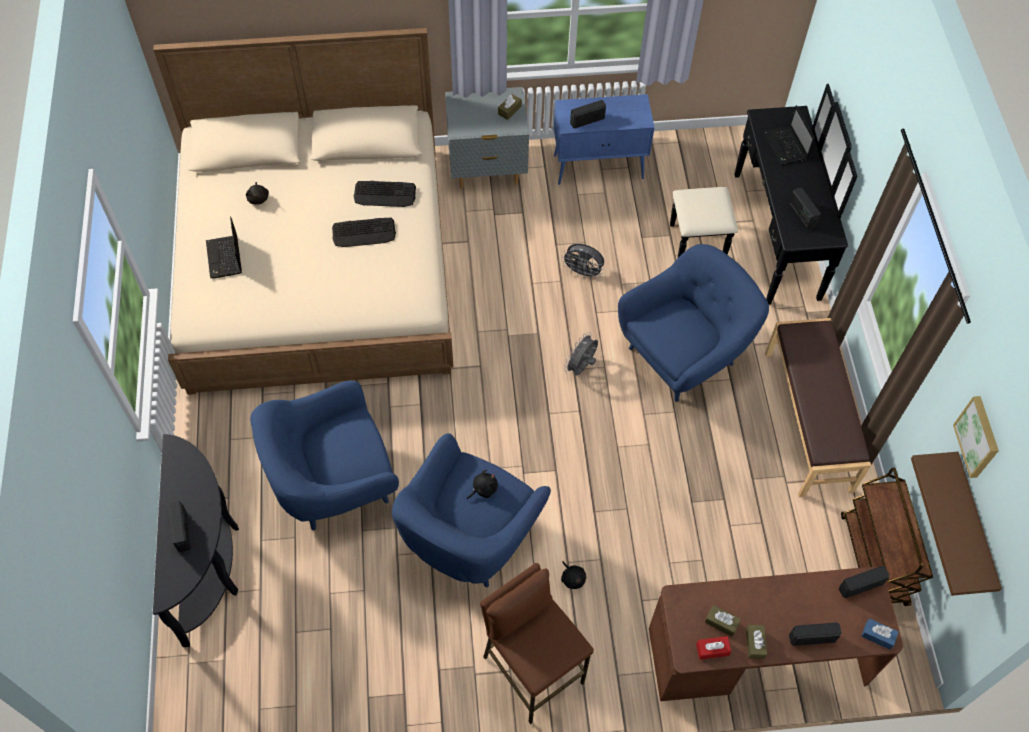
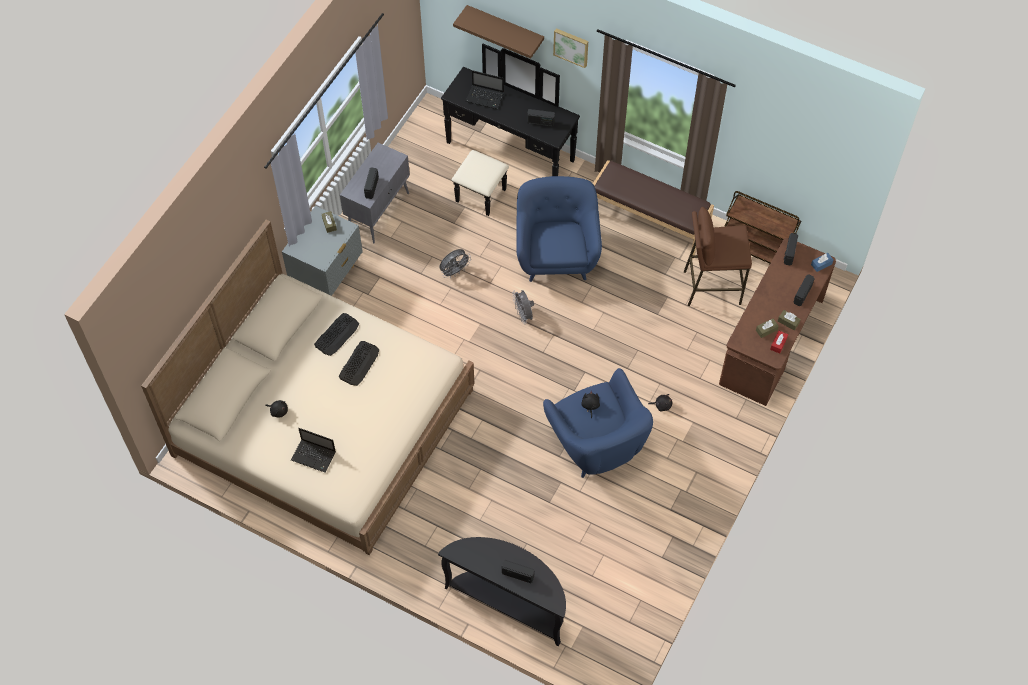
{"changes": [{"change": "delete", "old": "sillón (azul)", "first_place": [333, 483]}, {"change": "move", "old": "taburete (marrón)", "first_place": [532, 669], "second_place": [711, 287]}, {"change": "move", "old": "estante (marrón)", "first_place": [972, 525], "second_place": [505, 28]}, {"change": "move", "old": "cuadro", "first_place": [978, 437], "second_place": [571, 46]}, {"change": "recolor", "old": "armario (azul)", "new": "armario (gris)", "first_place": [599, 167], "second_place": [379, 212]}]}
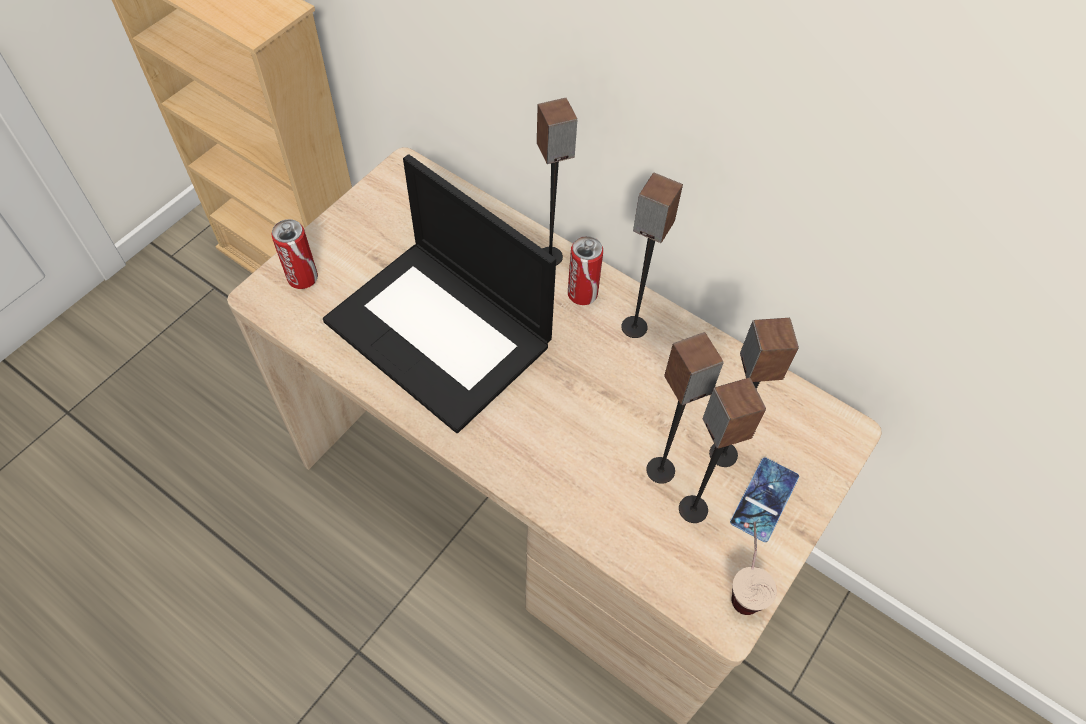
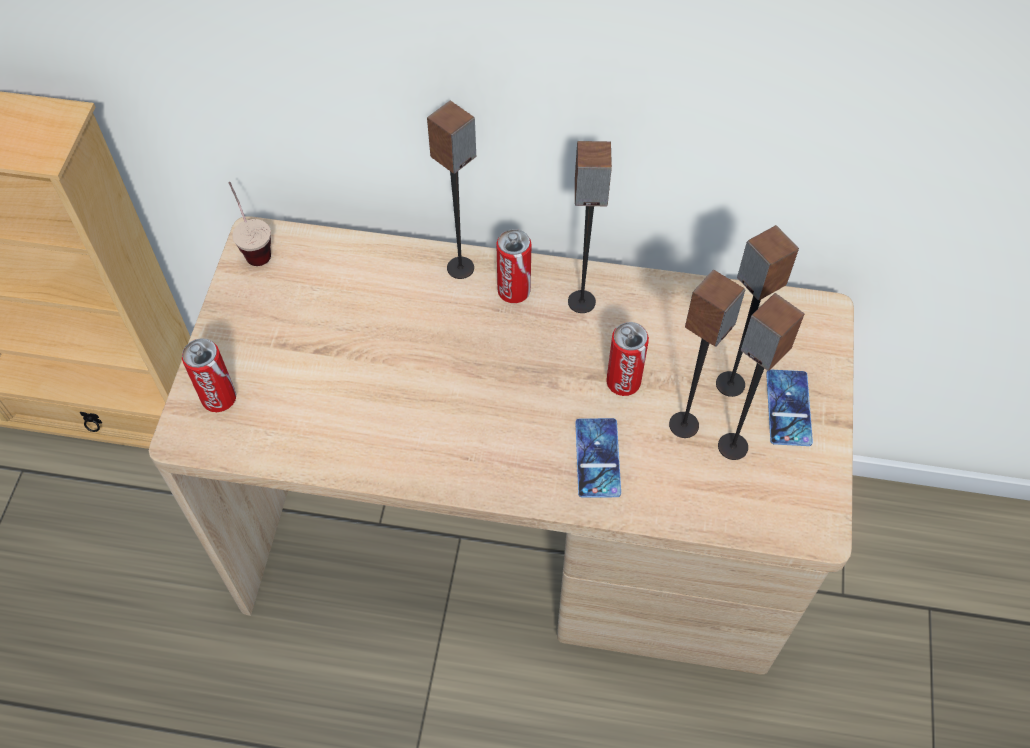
{"changes": [{"change": "delete", "old": "portátil", "first_place": [441, 333]}, {"change": "insert", "new": "móvil", "second_place": [597, 458]}, {"change": "insert", "new": "lata", "second_place": [623, 382]}, {"change": "move", "old": "taza", "first_place": [743, 584], "second_place": [253, 246]}]}
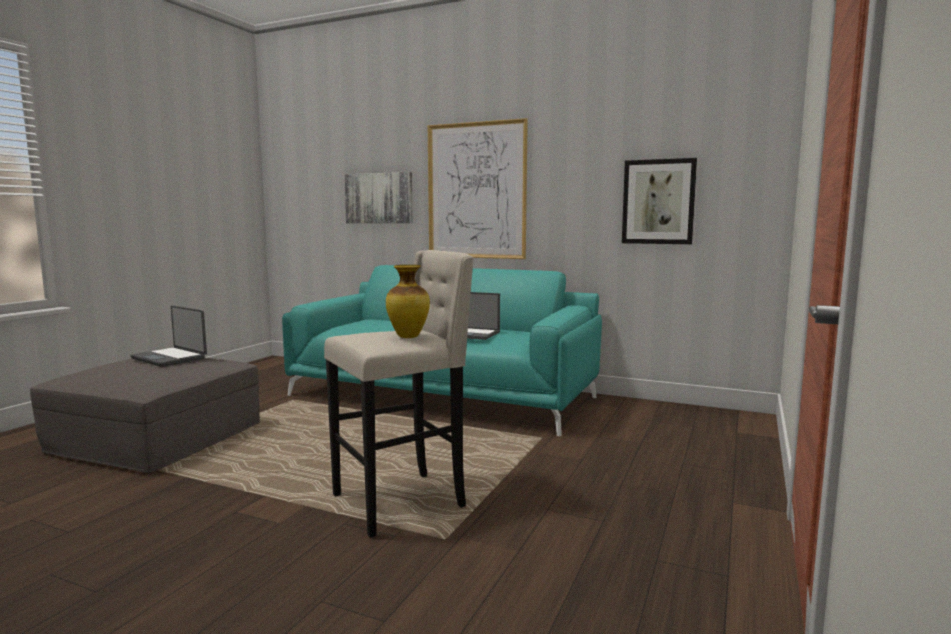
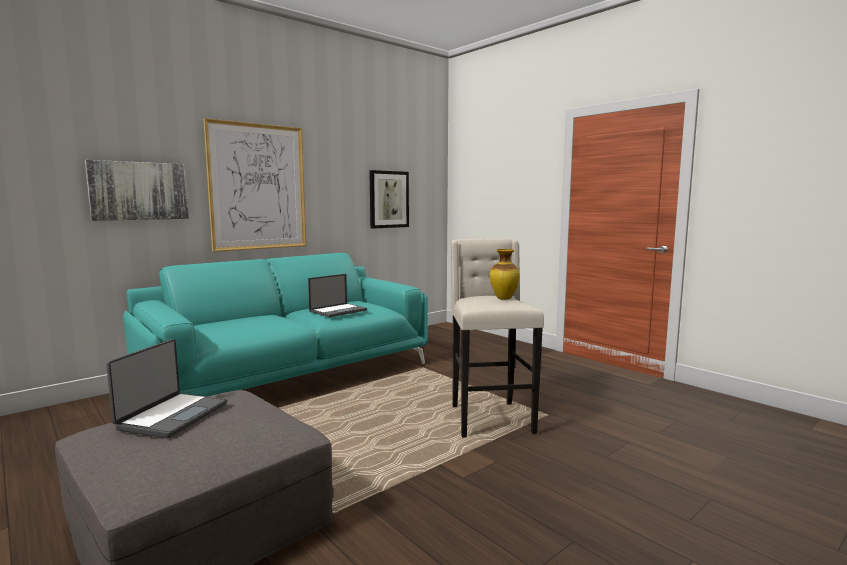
{"changes": [{"change": "rotate", "old": "portátil", "first_place": [170, 358], "second_place": [172, 416], "degrees": -45}]}
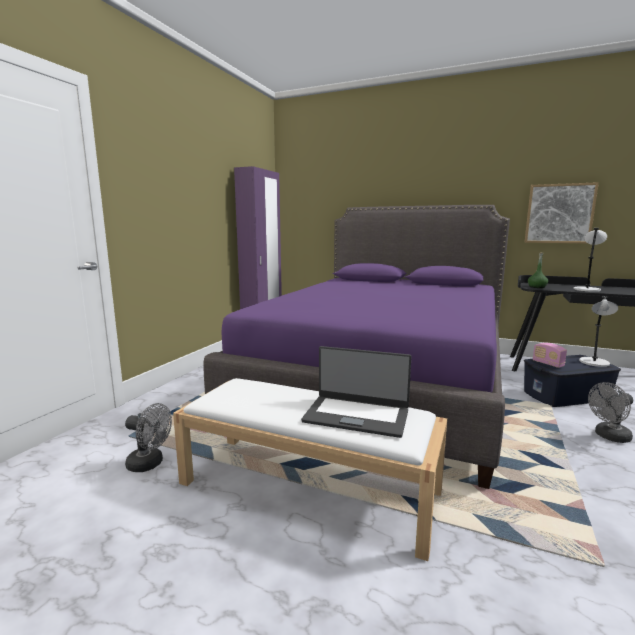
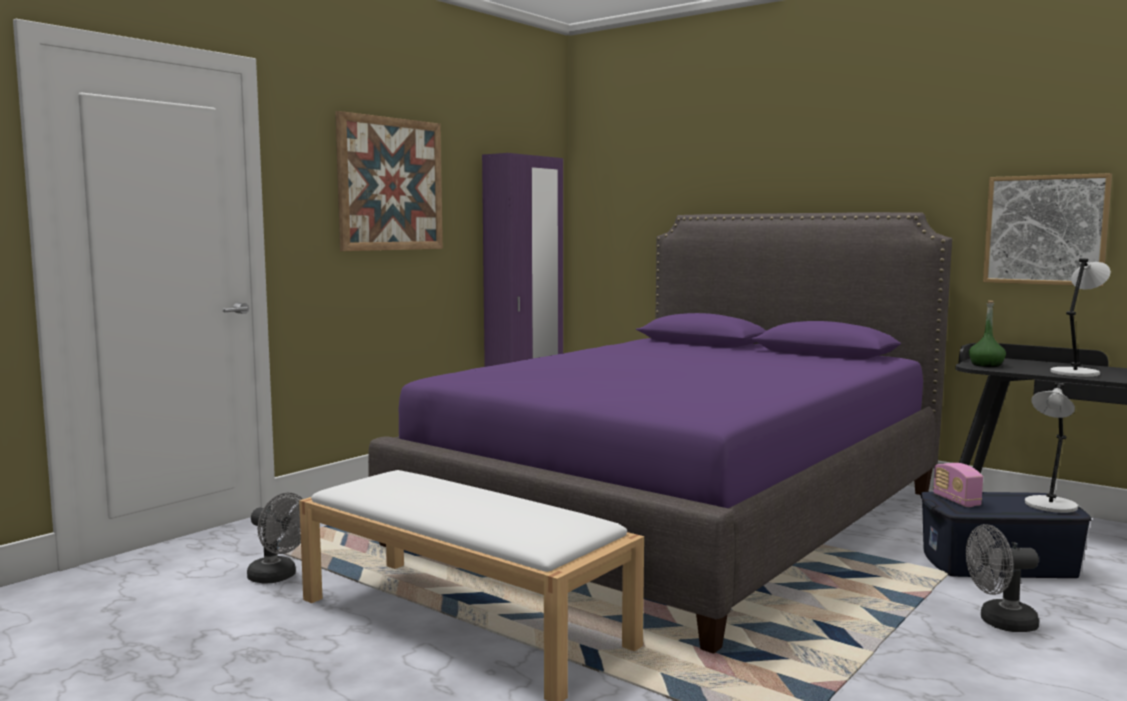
{"changes": [{"change": "delete", "old": "portátil", "first_place": [356, 415]}, {"change": "insert", "new": "cuadro", "second_place": [390, 184]}]}
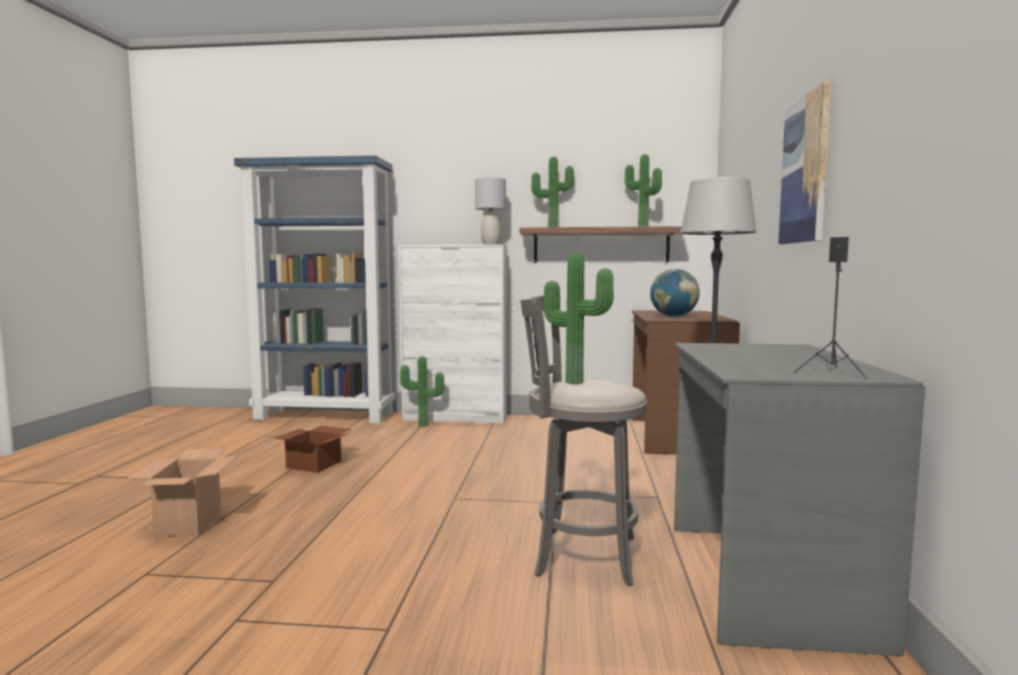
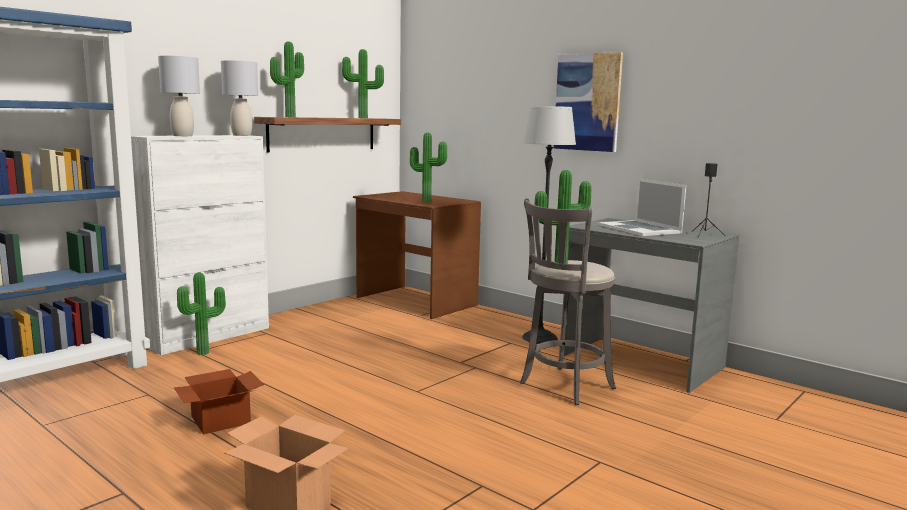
{"changes": [{"change": "insert", "new": "lámpara de mesa (gris)", "second_place": [182, 136]}, {"change": "insert", "new": "portátil", "second_place": [639, 229]}, {"change": "replace", "old": "globo terráqueo", "new": "planta en maceta", "first_place": [673, 317], "second_place": [427, 201]}]}
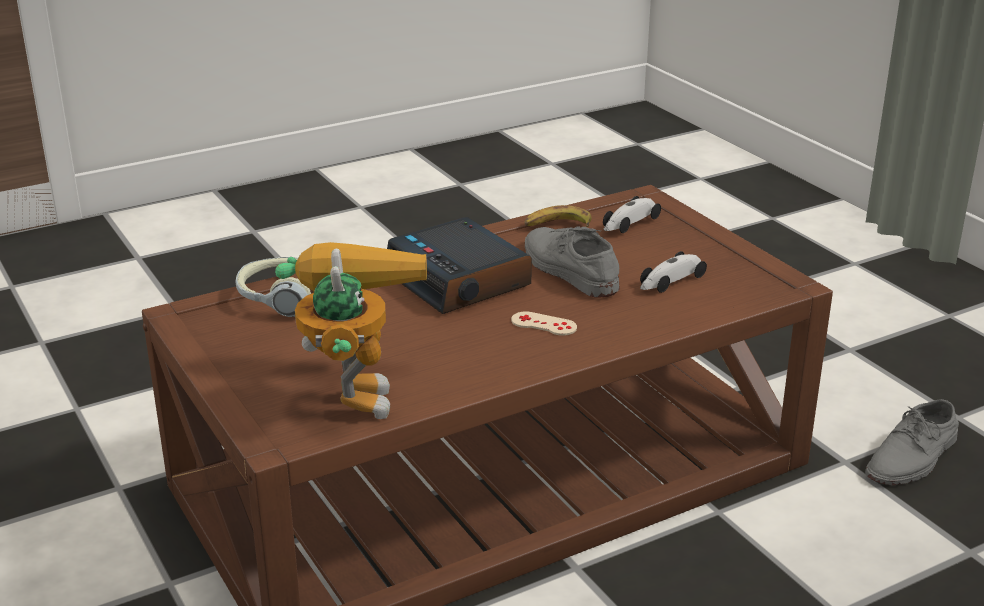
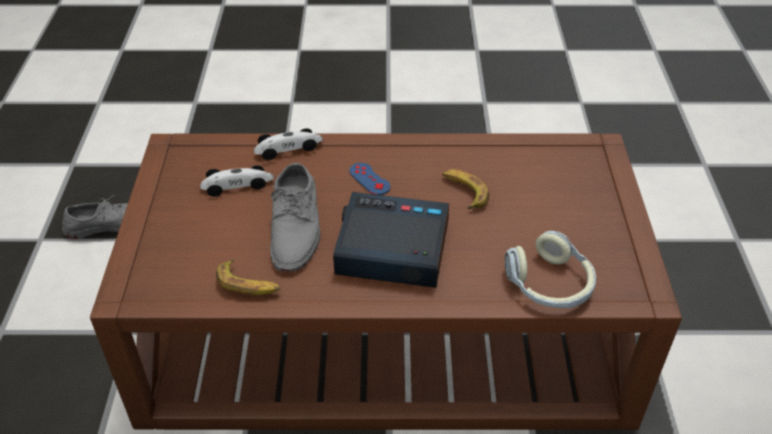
{"changes": [{"change": "delete", "old": "robot de juguete", "first_place": [353, 388]}, {"change": "insert", "new": "plátano", "second_place": [464, 192]}, {"change": "move", "old": "coche de juguete", "first_place": [629, 222], "second_place": [289, 148]}, {"change": "recolor", "old": "mando de consola (beis)", "new": "mando de consola (azul)", "first_place": [543, 324], "second_place": [369, 179]}, {"change": "rotate", "old": "despertador", "first_place": [459, 280], "second_place": [391, 249], "degrees": -75}]}
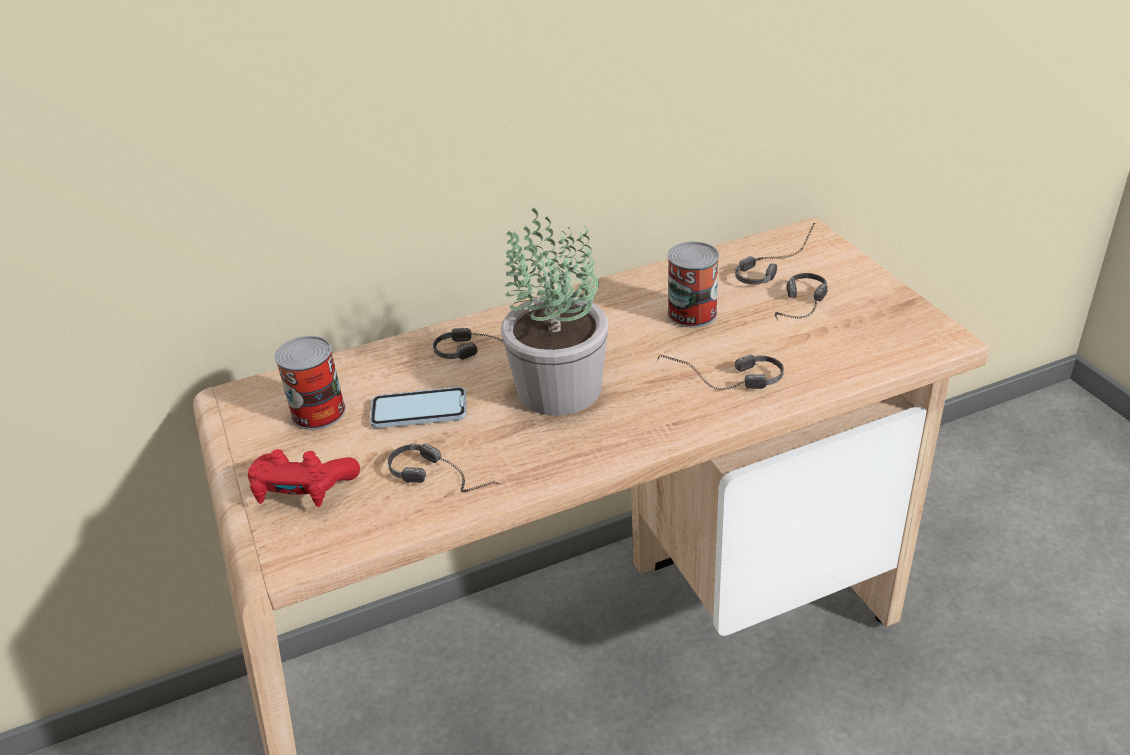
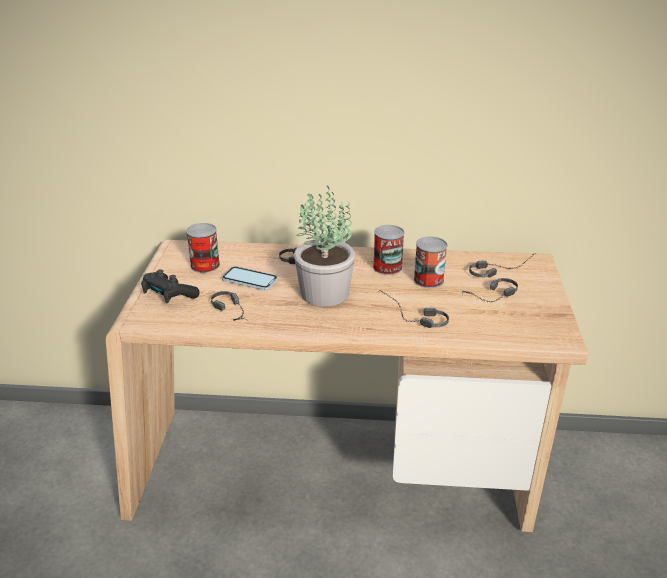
{"changes": [{"change": "insert", "new": "lata", "second_place": [387, 267]}, {"change": "recolor", "old": "mando de consola (rojo)", "new": "mando de consola (negro)", "first_place": [303, 490], "second_place": [169, 295]}]}
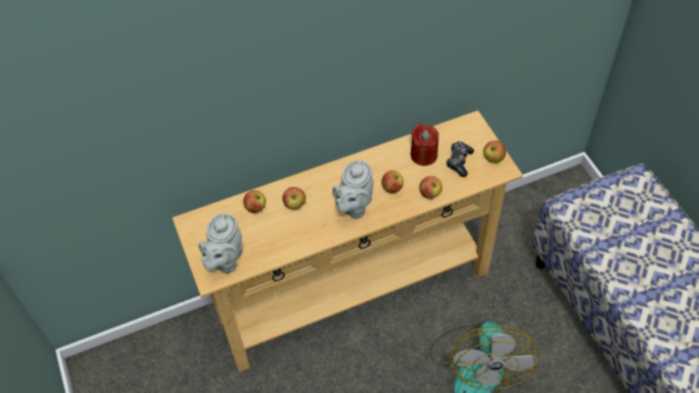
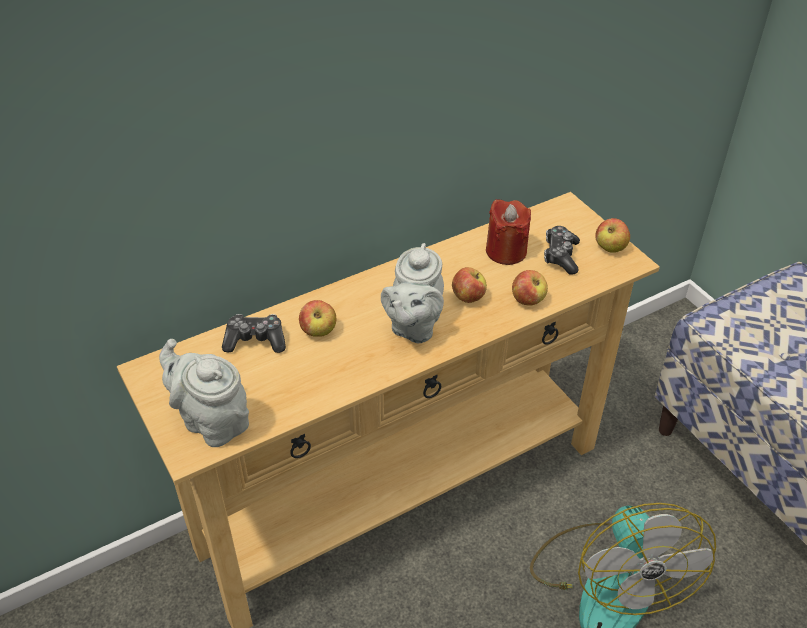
{"changes": [{"change": "replace", "old": "manzana", "new": "mando de consola", "first_place": [255, 207], "second_place": [255, 340]}, {"change": "rotate", "old": "tetera (gris)", "first_place": [225, 260], "second_place": [212, 421], "degrees": 120}]}
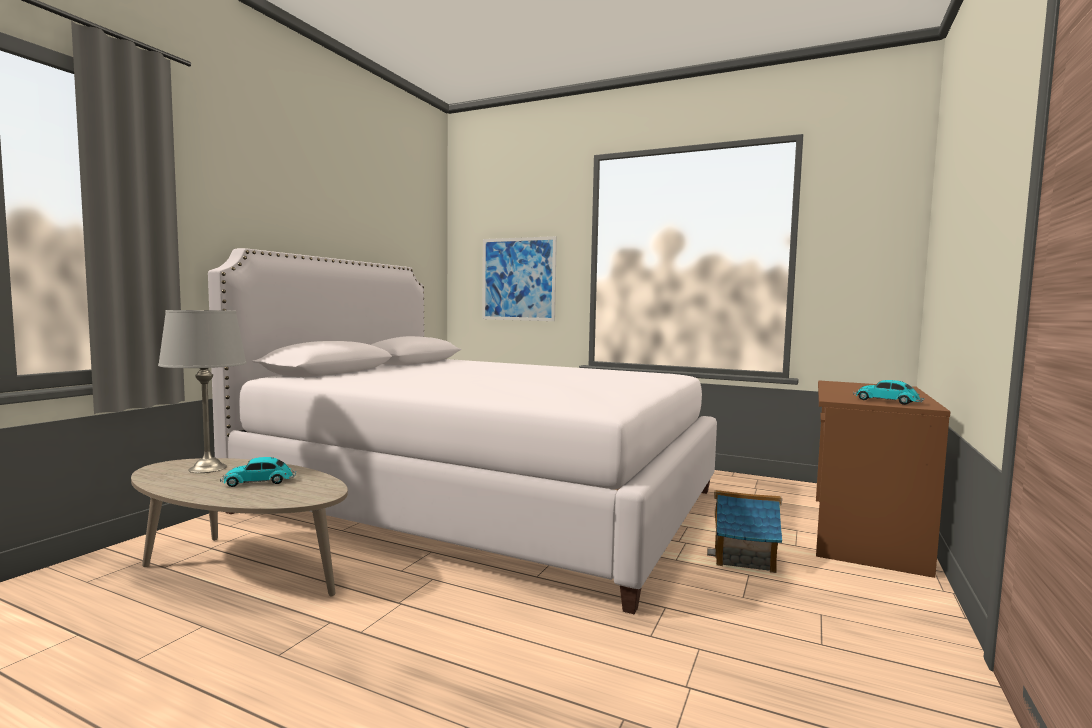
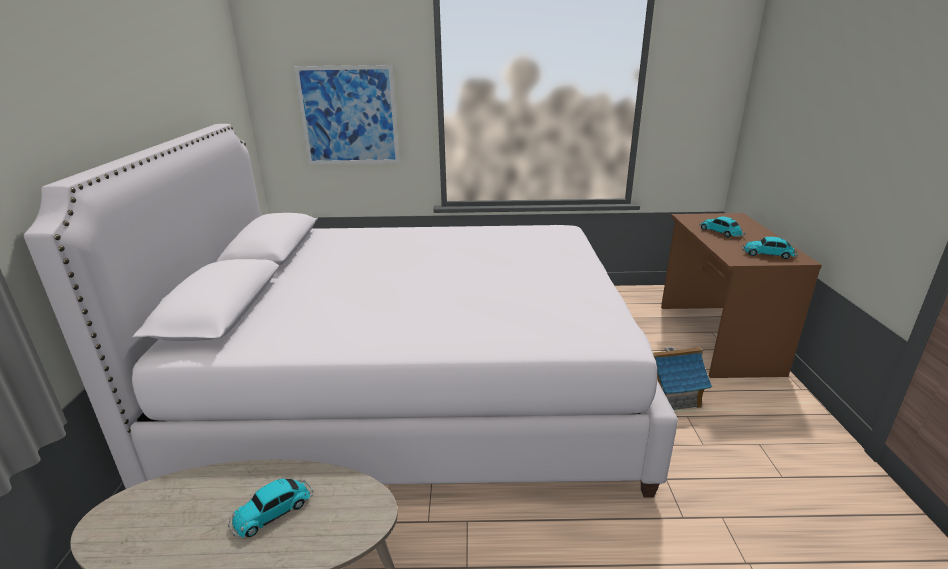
{"changes": [{"change": "delete", "old": "lámpara de mesa (gris)", "first_place": [207, 468]}, {"change": "insert", "new": "coche de juguete", "second_place": [721, 232]}]}
